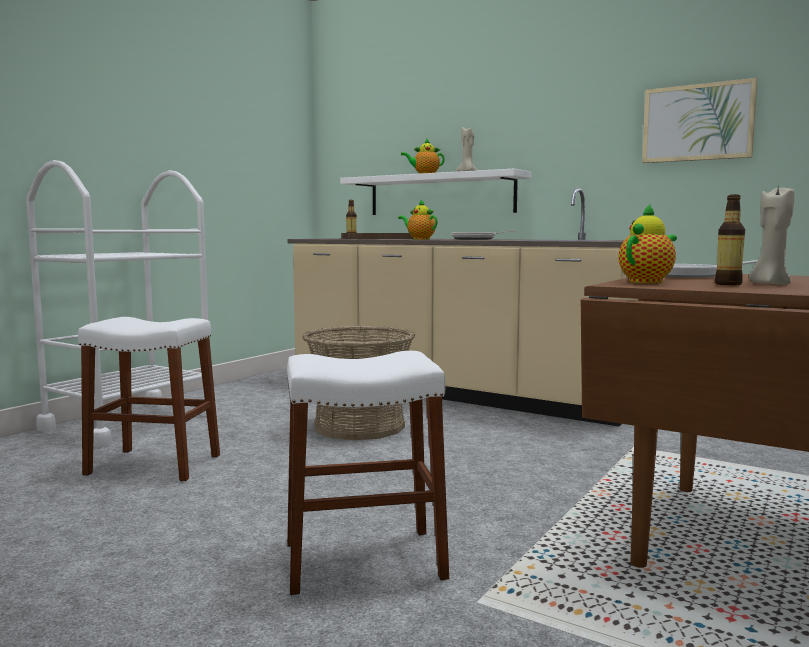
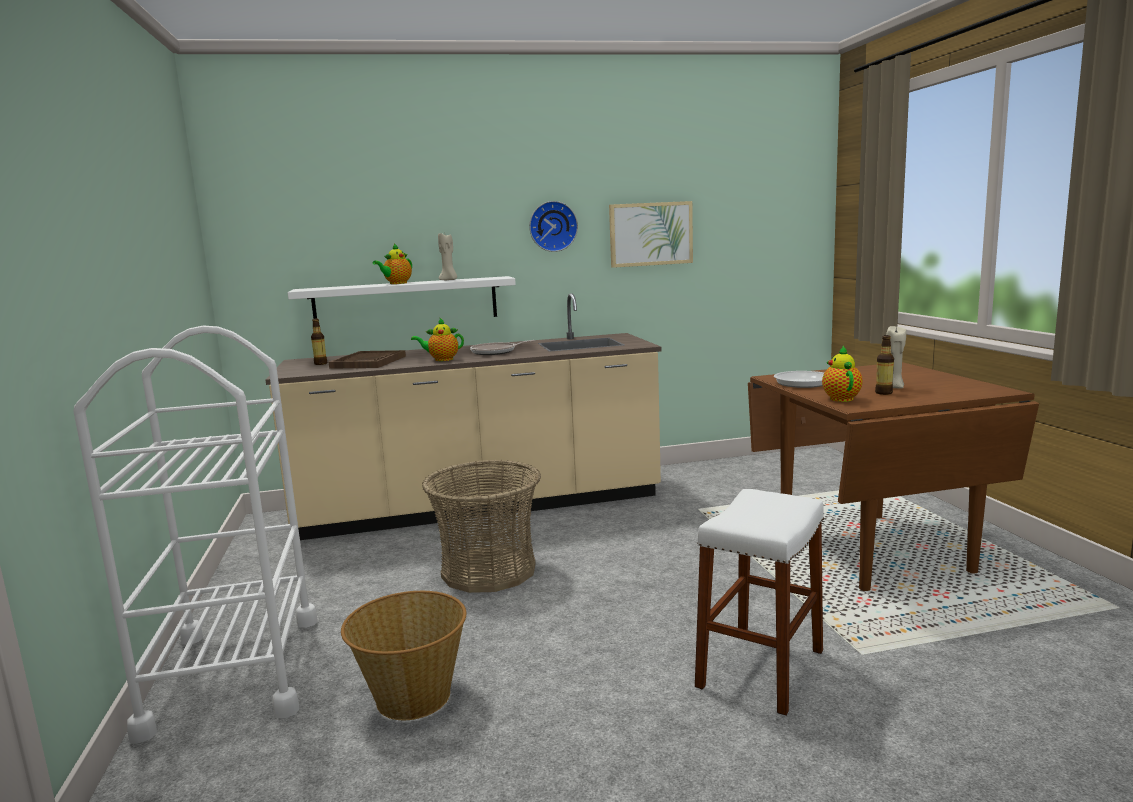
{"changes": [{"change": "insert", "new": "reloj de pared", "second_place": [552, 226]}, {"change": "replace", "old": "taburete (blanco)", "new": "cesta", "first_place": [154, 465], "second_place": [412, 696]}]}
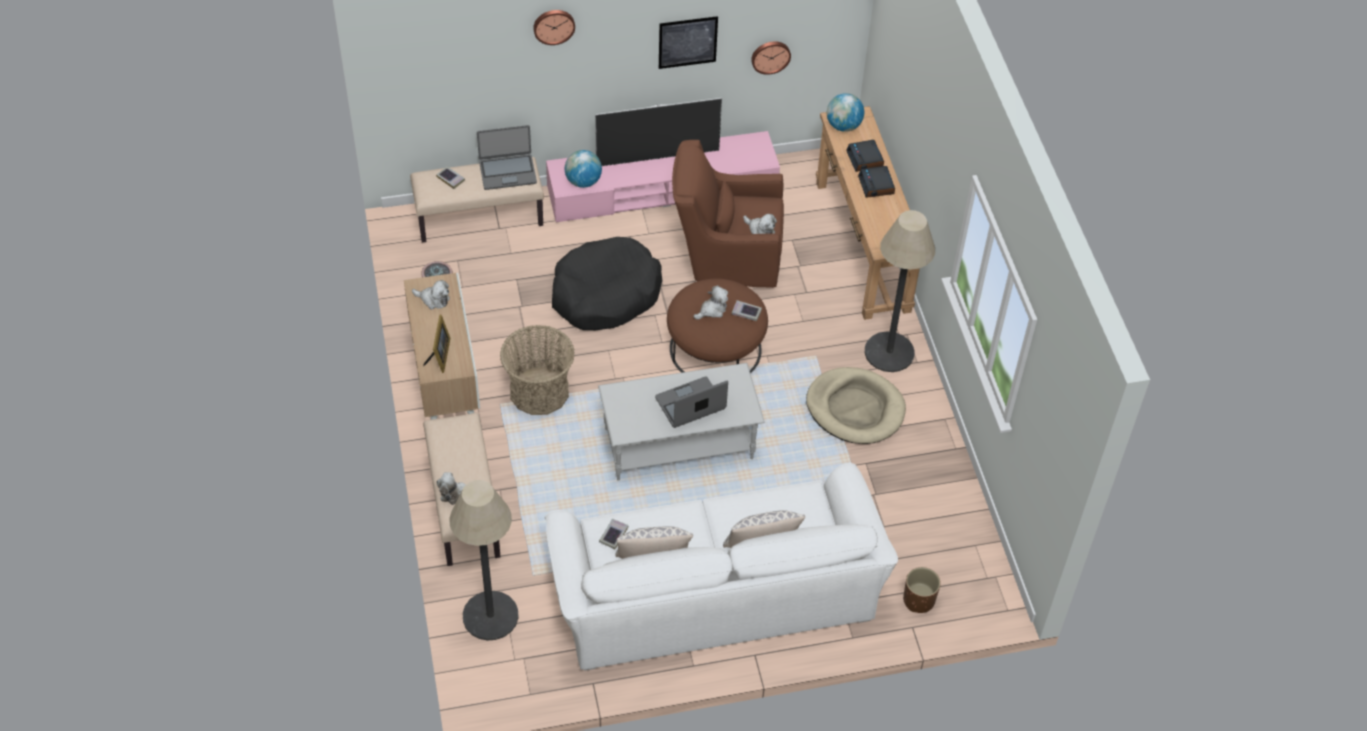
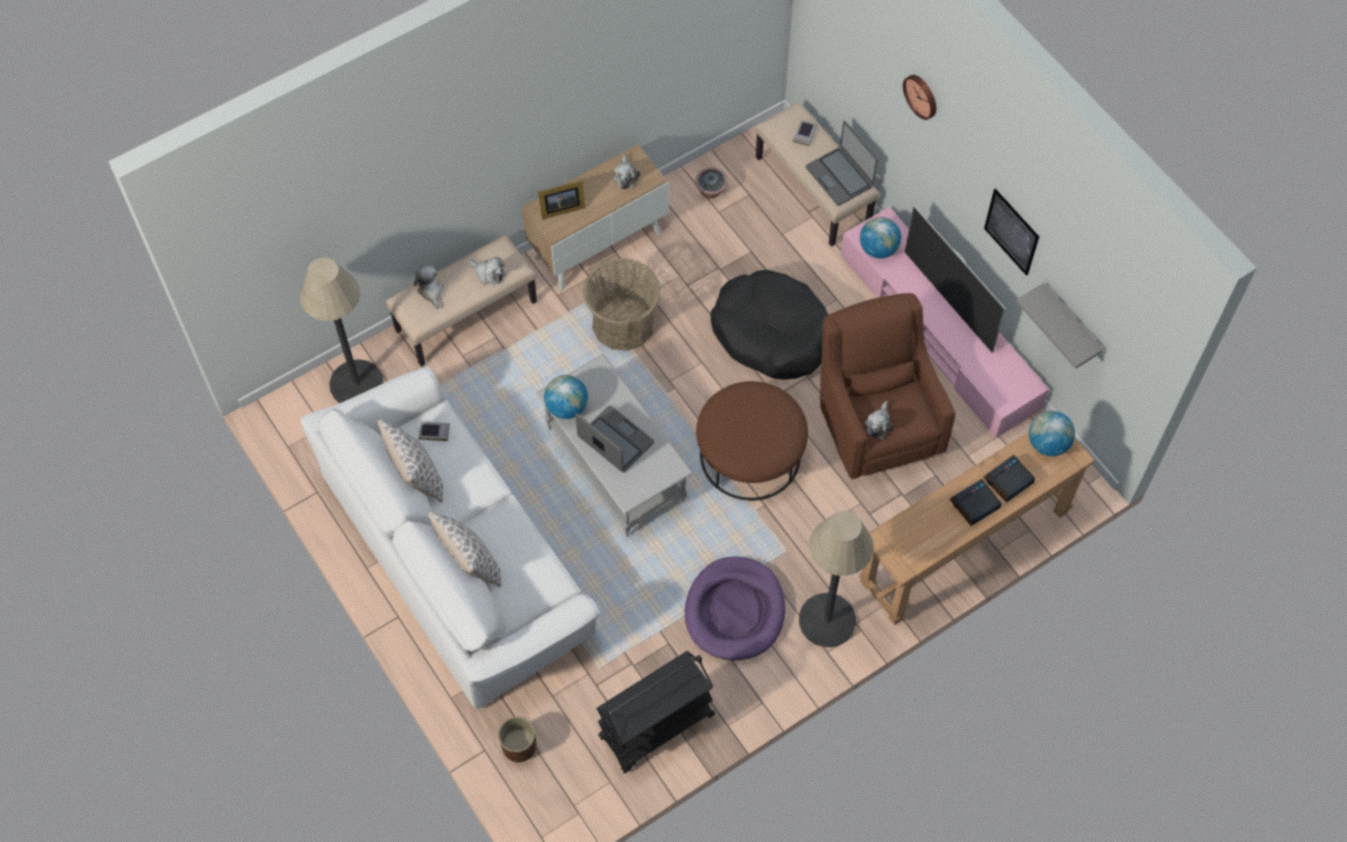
{"changes": [{"change": "delete", "old": "libro", "first_place": [746, 312]}, {"change": "insert", "new": "globo terráqueo", "second_place": [567, 407]}, {"change": "insert", "new": "carrito (negro)", "second_place": [656, 728]}, {"change": "move", "old": "peluche", "first_place": [712, 310], "second_place": [488, 273]}, {"change": "replace", "old": "reloj de pared", "new": "estante (gris)", "first_place": [770, 56], "second_place": [1070, 325]}, {"change": "recolor", "old": "cama para perro (beis)", "new": "cama para perro (morado)", "first_place": [855, 408], "second_place": [735, 611]}]}
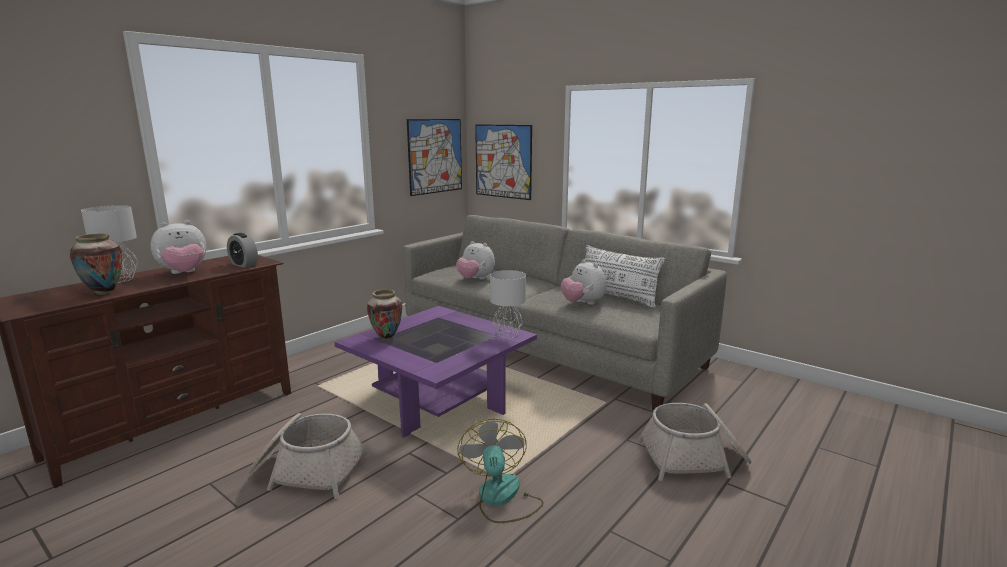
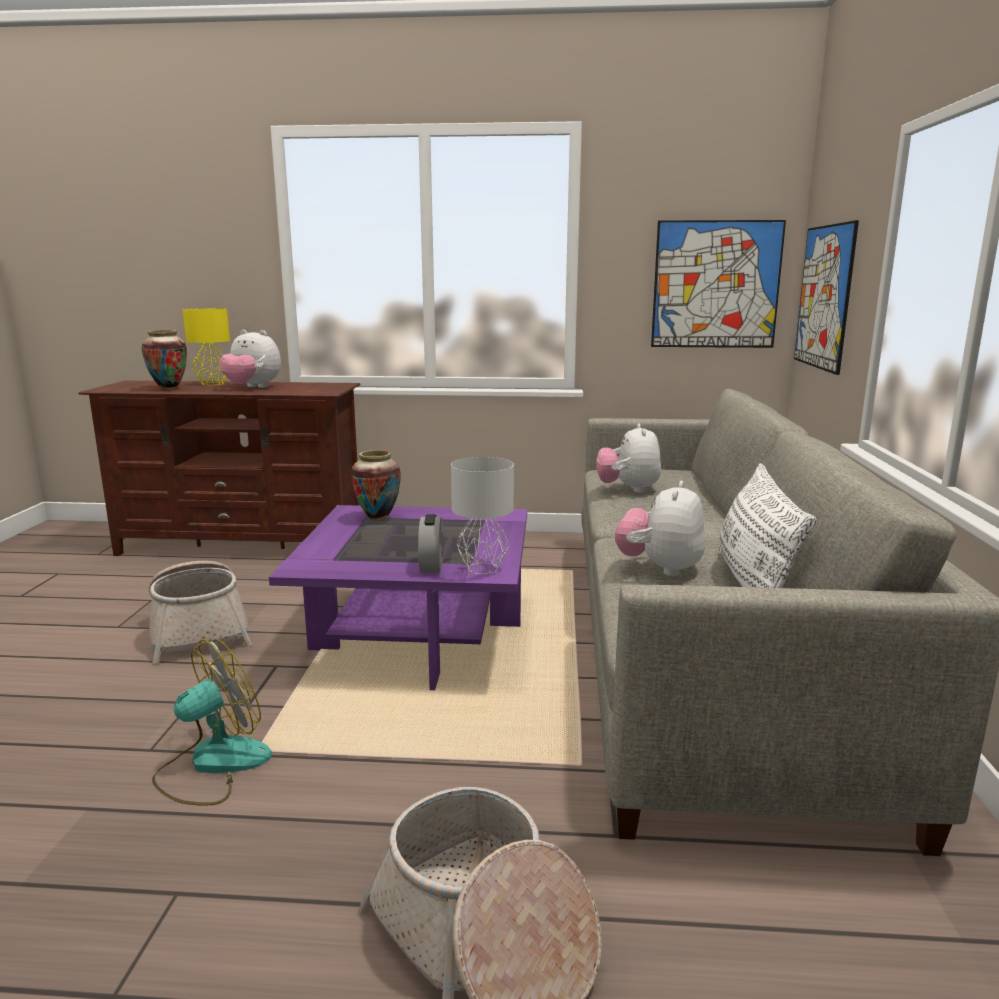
{"changes": [{"change": "move", "old": "despertador", "first_place": [244, 264], "second_place": [431, 566]}, {"change": "recolor", "old": "lámpara de mesa (gris)", "new": "lámpara de mesa (amarillo)", "first_place": [121, 279], "second_place": [213, 383]}]}
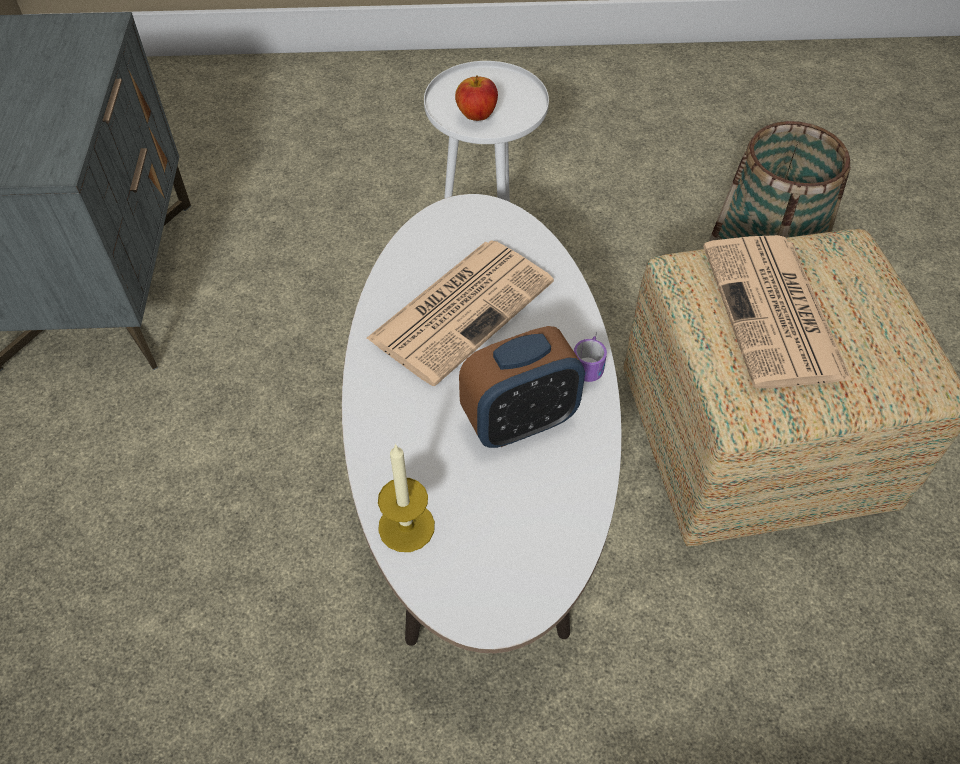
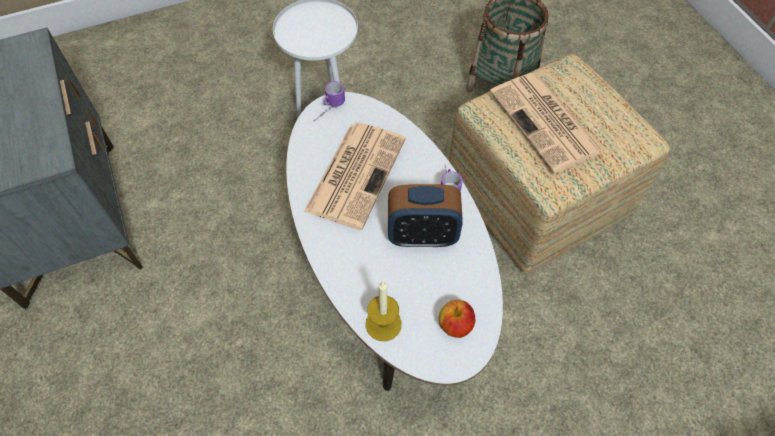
{"changes": [{"change": "insert", "new": "taza grande", "second_place": [328, 110]}, {"change": "move", "old": "manzana", "first_place": [477, 115], "second_place": [455, 325]}, {"change": "rotate", "old": "despertador", "first_place": [519, 421], "second_place": [422, 235], "degrees": 45}]}
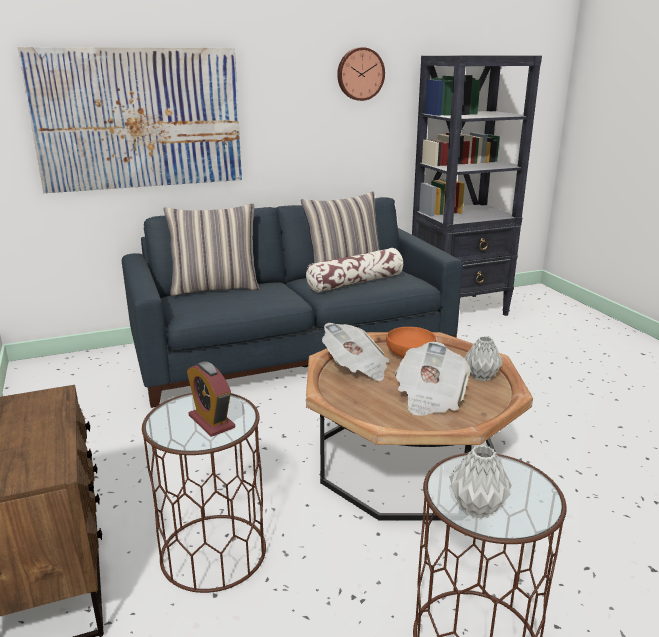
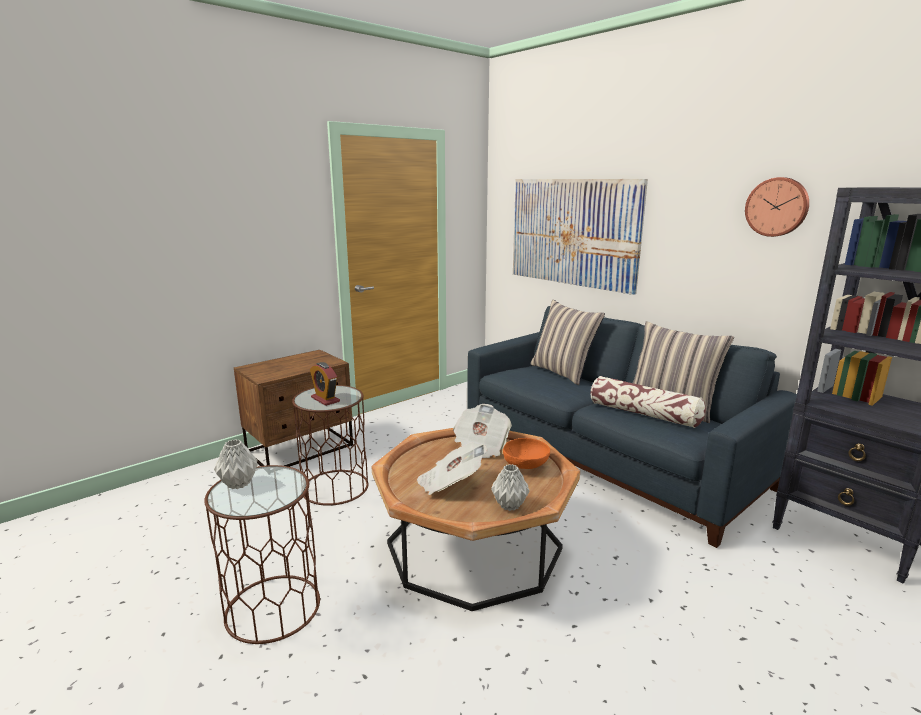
{"changes": [{"change": "rotate", "old": "despertador", "first_place": [211, 422], "second_place": [325, 399], "degrees": -75}]}
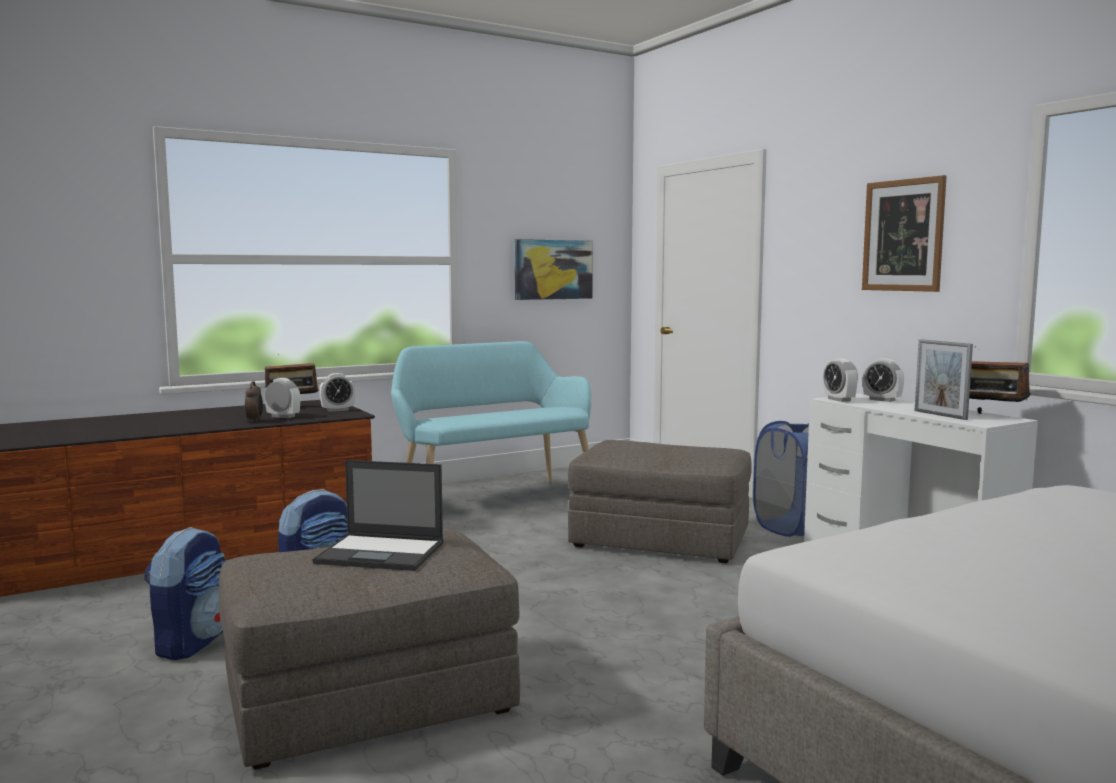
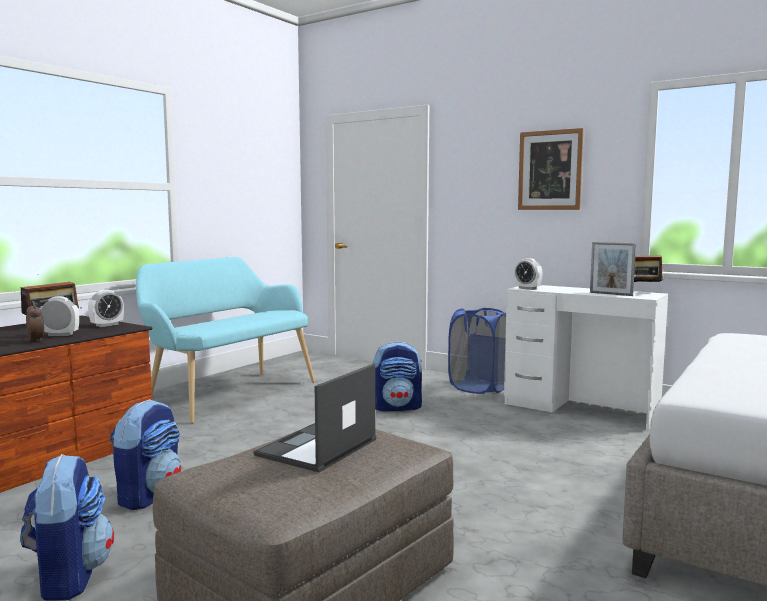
{"changes": [{"change": "delete", "old": "cuadro", "first_place": [553, 269]}, {"change": "delete", "old": "despertador", "first_place": [882, 400]}, {"change": "replace", "old": "puf (gris)", "new": "mochila", "first_place": [661, 539], "second_place": [397, 407]}, {"change": "rotate", "old": "portátil", "first_place": [382, 553], "second_place": [316, 448], "degrees": 135}]}
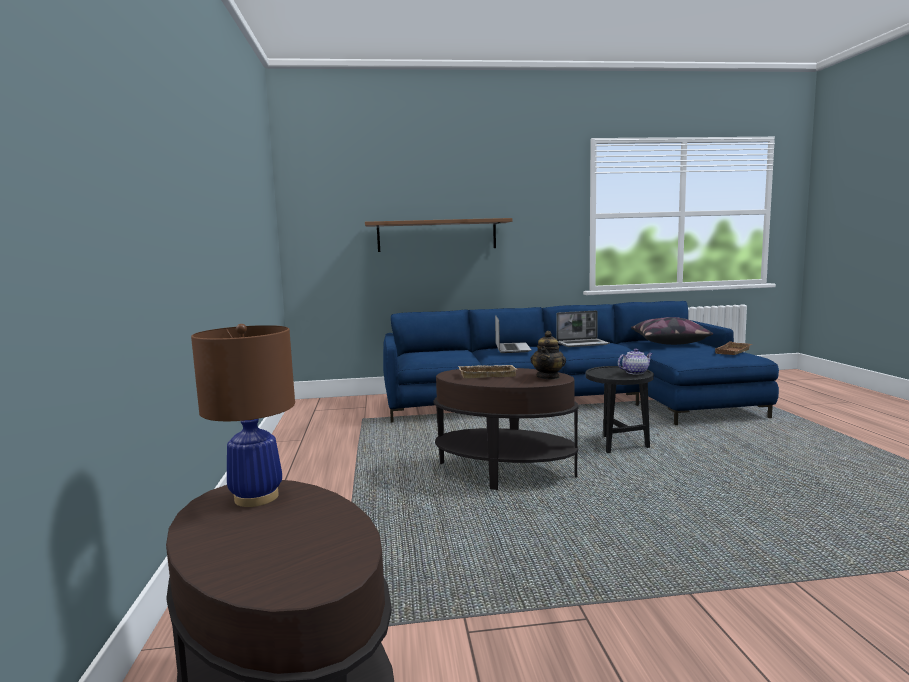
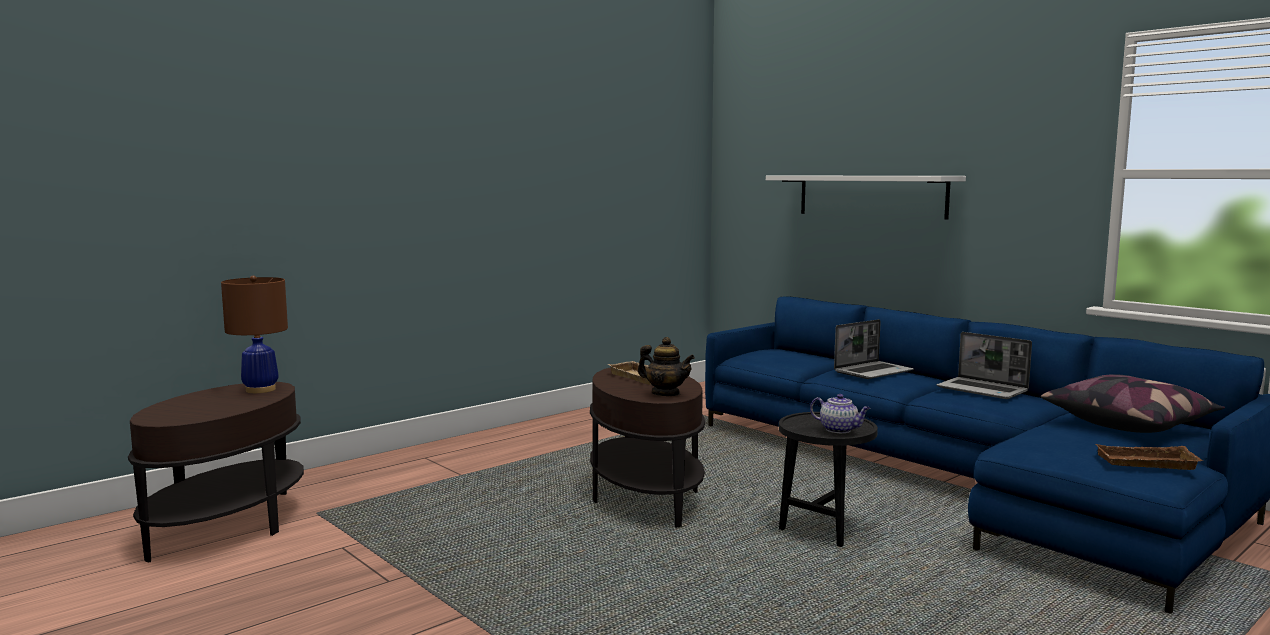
{"changes": [{"change": "recolor", "old": "estante (marrón)", "new": "estante (blanco)", "first_place": [437, 235], "second_place": [870, 196]}, {"change": "rotate", "old": "tetera", "first_place": [548, 377], "second_place": [666, 394], "degrees": -135}]}
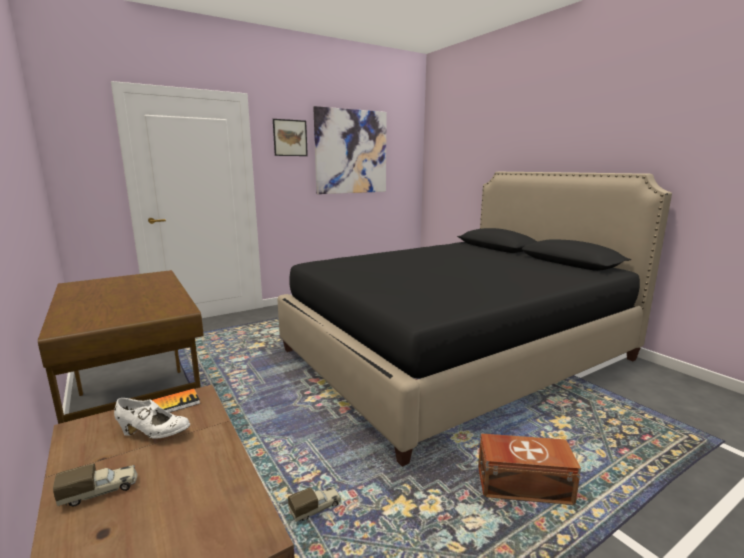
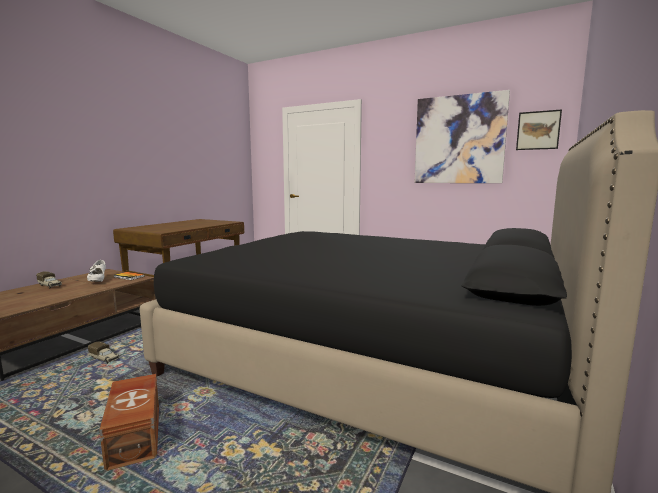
{"changes": [{"change": "move", "old": "cuadro", "first_place": [290, 138], "second_place": [538, 130]}]}
